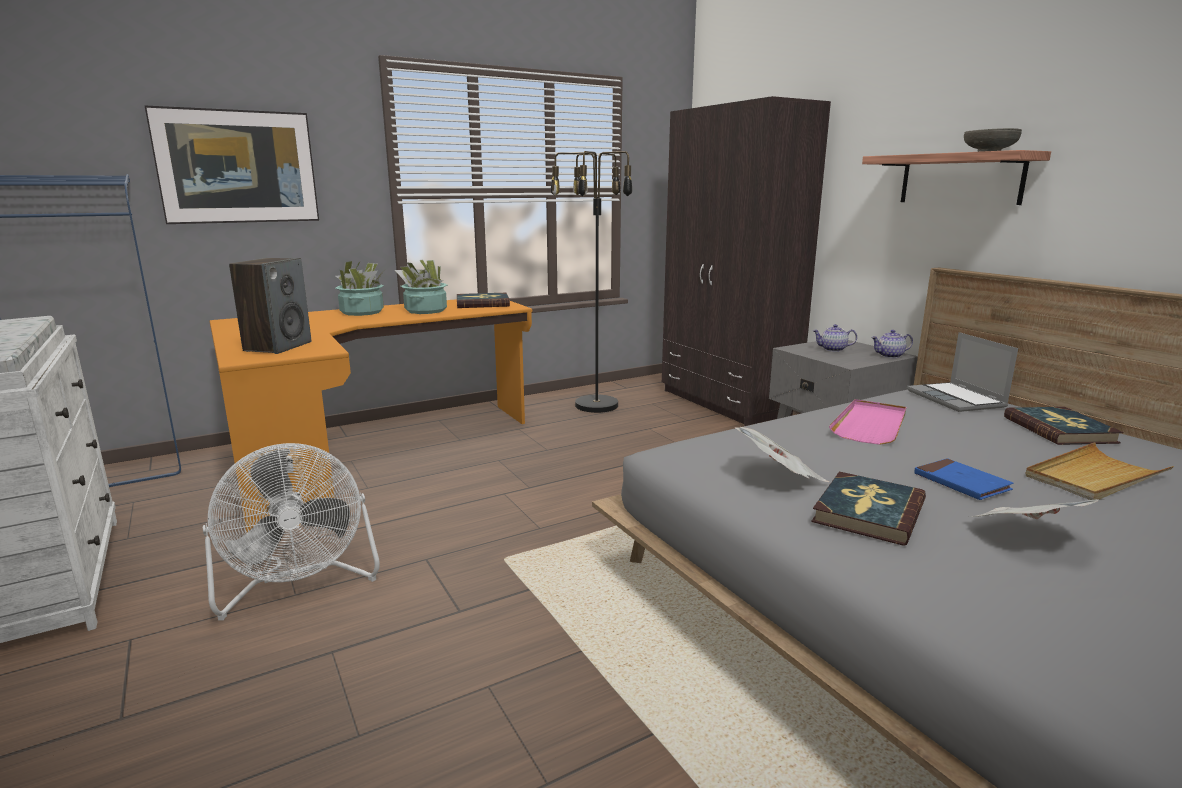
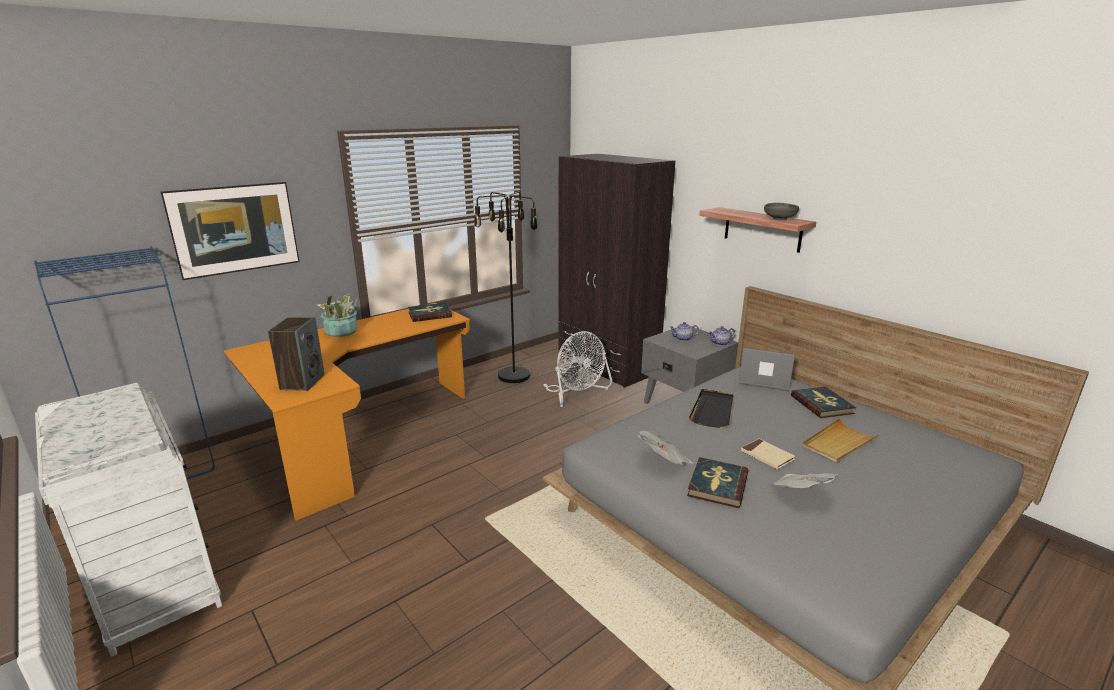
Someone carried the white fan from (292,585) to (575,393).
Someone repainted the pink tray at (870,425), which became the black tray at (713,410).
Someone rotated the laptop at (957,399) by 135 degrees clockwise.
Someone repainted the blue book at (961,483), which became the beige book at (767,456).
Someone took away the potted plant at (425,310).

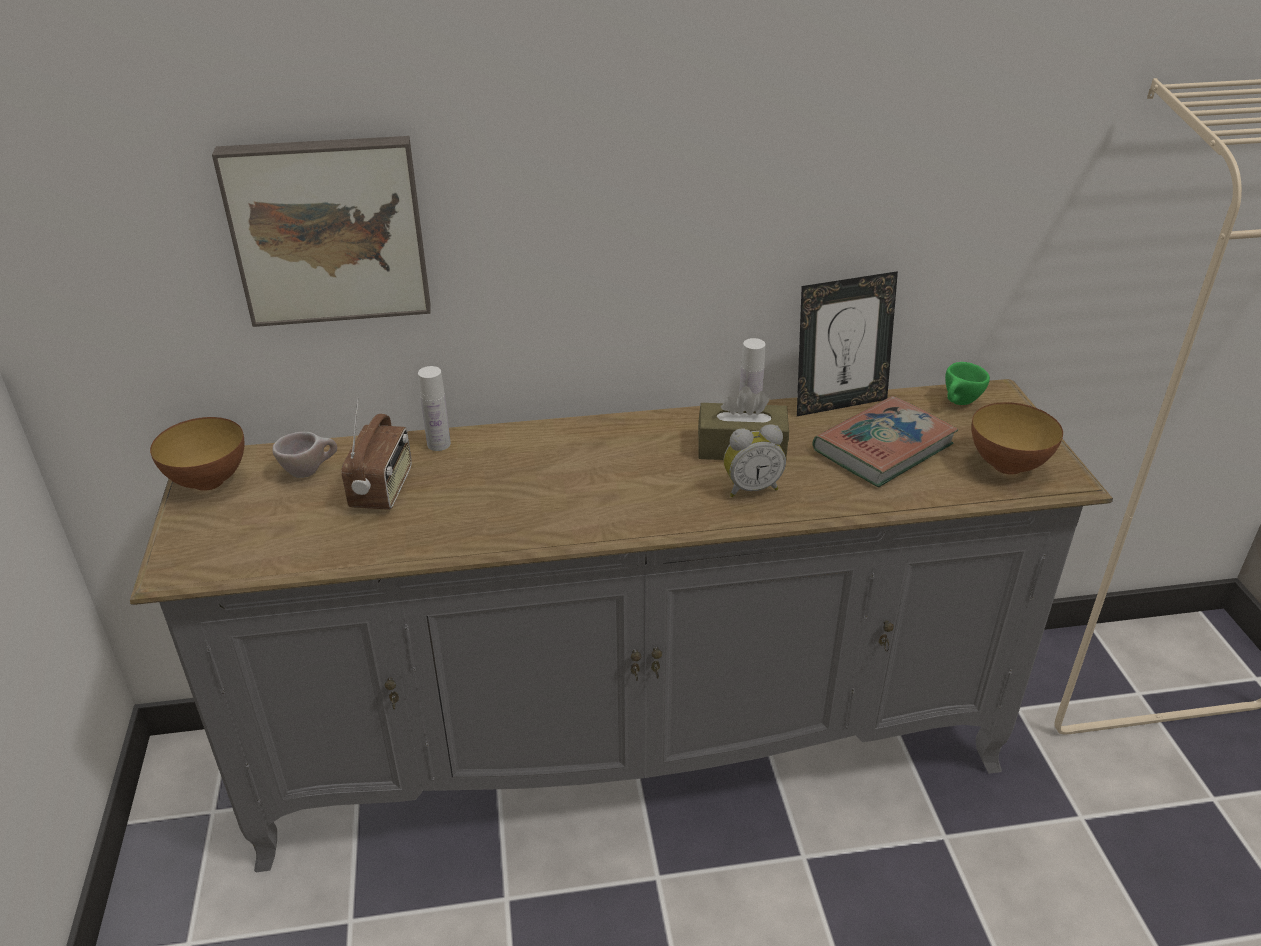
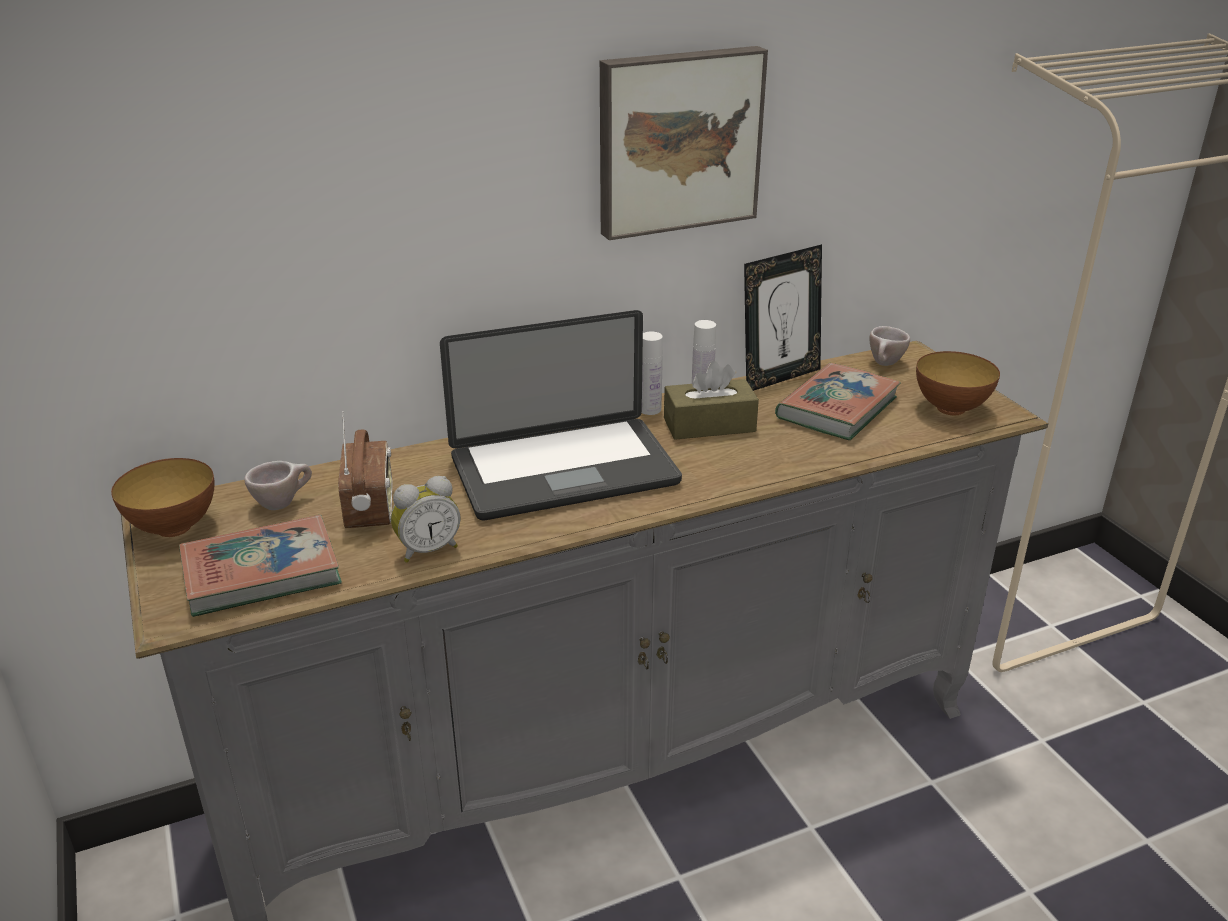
Someone put down the book at (261,573).
Someone carried the alarm clock from (751,488) to (427,549).
Someone put down the laptop at (564,471).
Someone carried the picture from (329,229) to (677,141).
Someone carried the white bottle from (439,444) to (650,409).
Someone repainted the green cup at (959,404), which became the beige cup at (885,365).

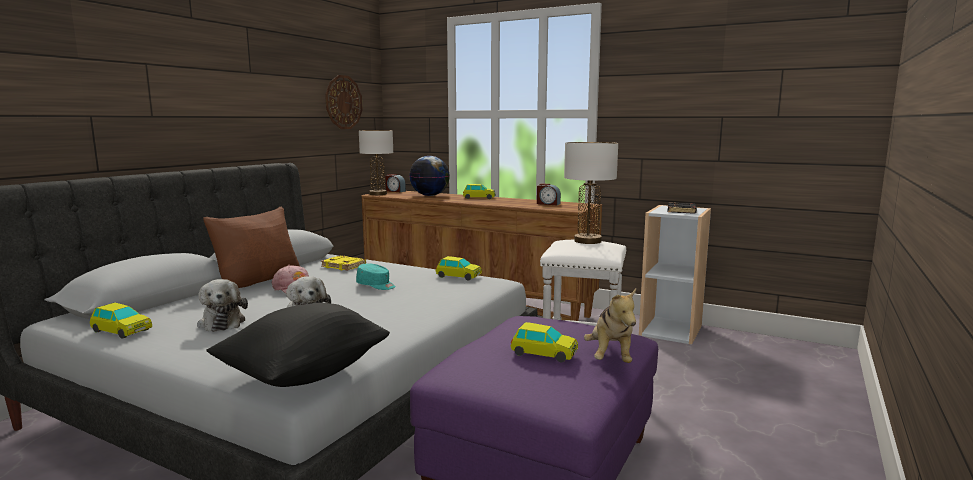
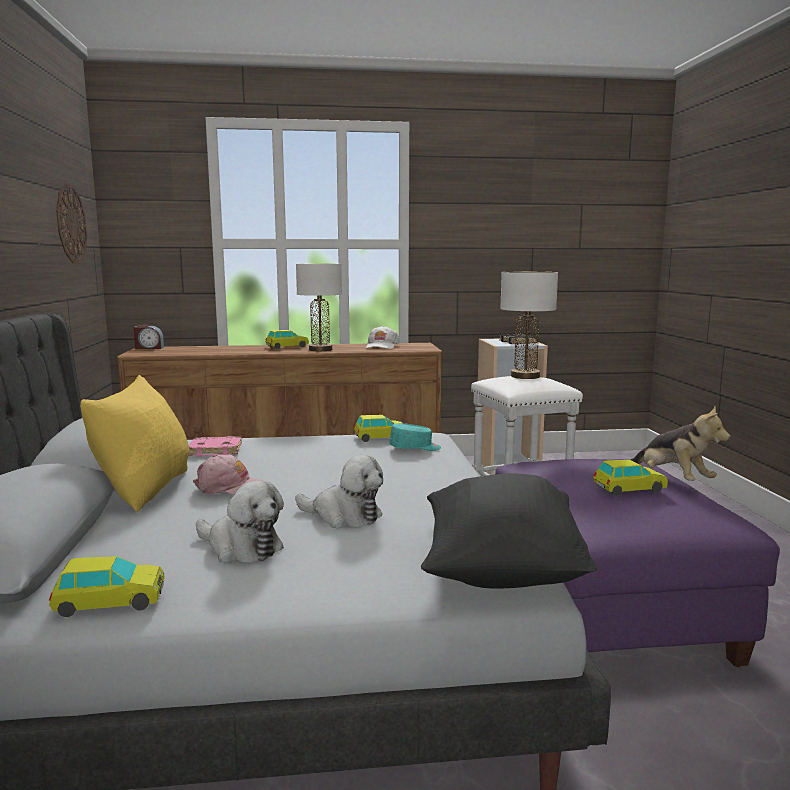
Someone repainted the brown pillow at (259,281), which became the yellow pillow at (145,490).
Someone repainted the yellow book at (344,266), which became the pink book at (216,450).
Someone carried the table lamp from (377,194) to (320,349).
Someone swapped the alarm clock at (548,204) for the white cap at (381,346).
Someone carried the turquoise cap from (376,285) to (415,448).
Someone took away the globe at (430,195).

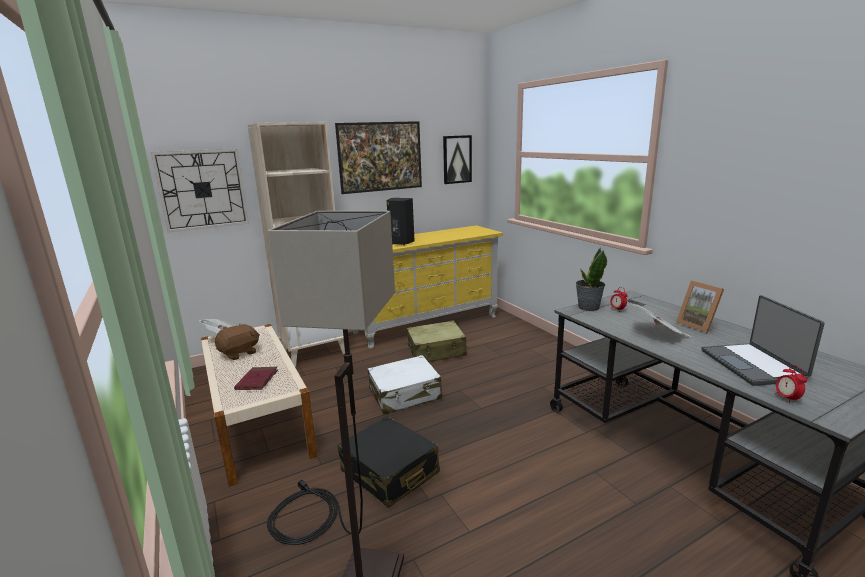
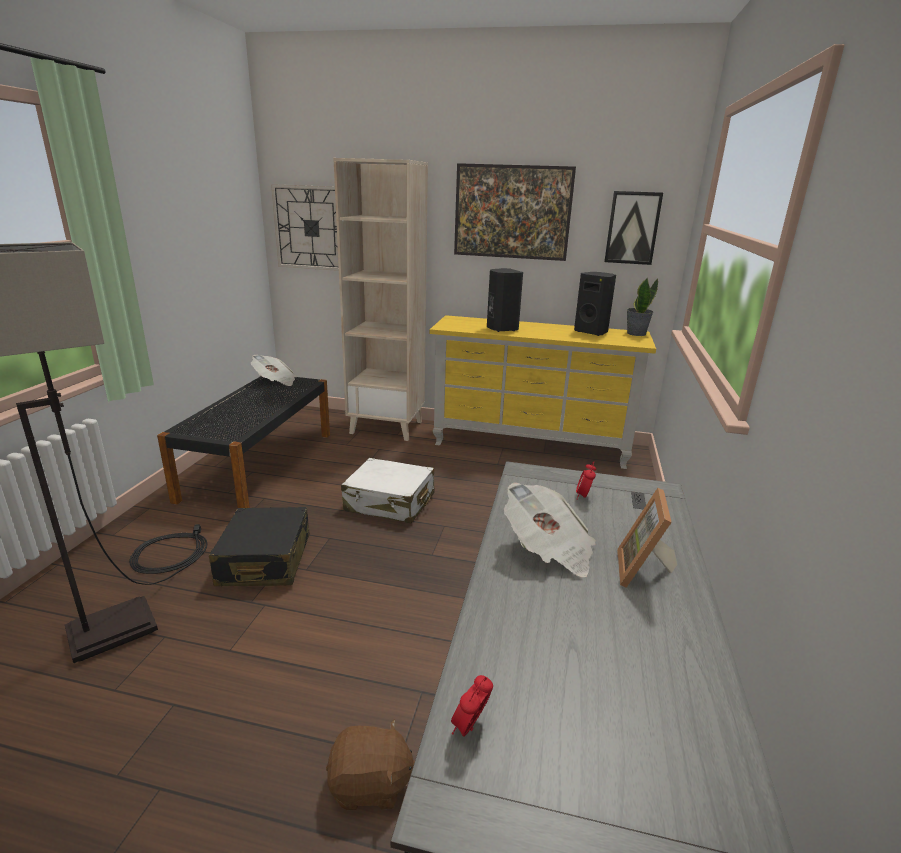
Someone repainted the beige bench at (257,420), which became the black bench at (259,465).
Someone carried the brown plush toy from (239,353) to (370,785).
Someone put down the black speaker at (592,332).
Someone carried the potted plant from (588,307) to (636,333).
Someone took away the red book at (257,380).
Someone took away the beige suitcase at (436,351).
Someone took away the laptop at (753,365).

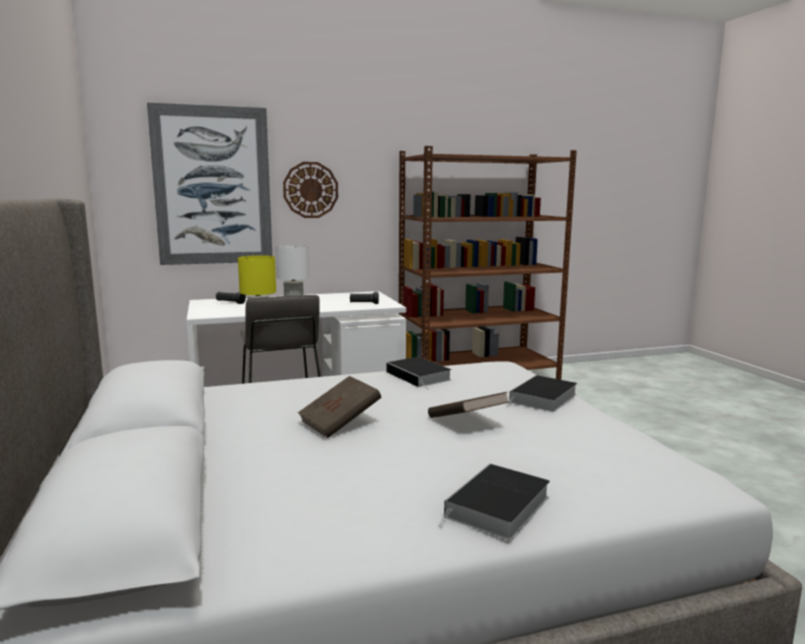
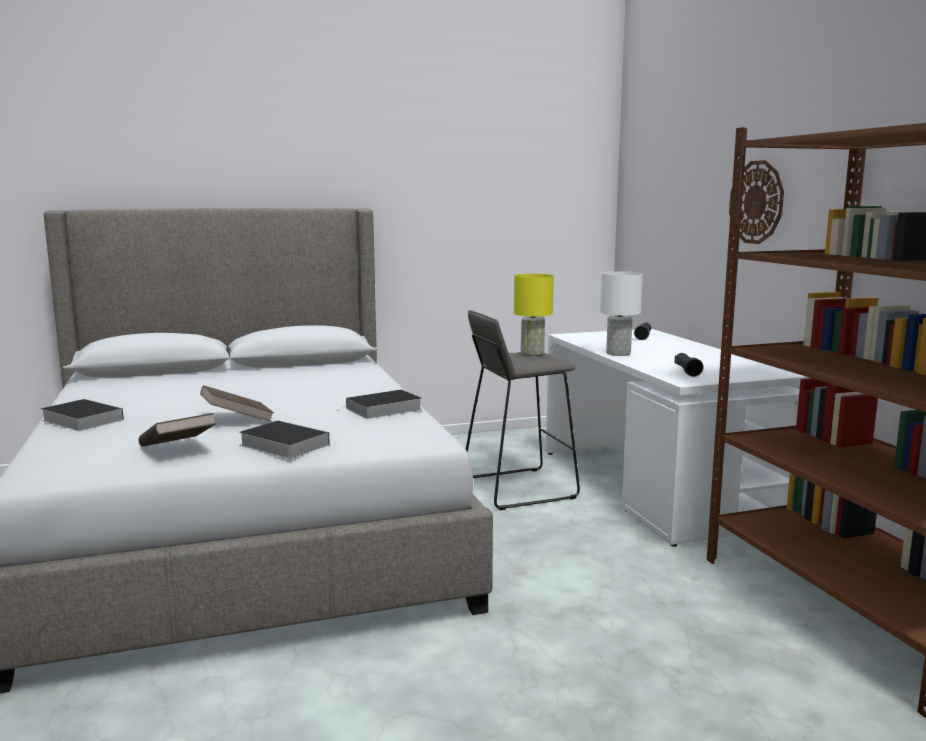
Someone carried the brown book from (340,423) to (177,449).
Someone took away the picture at (213,186).

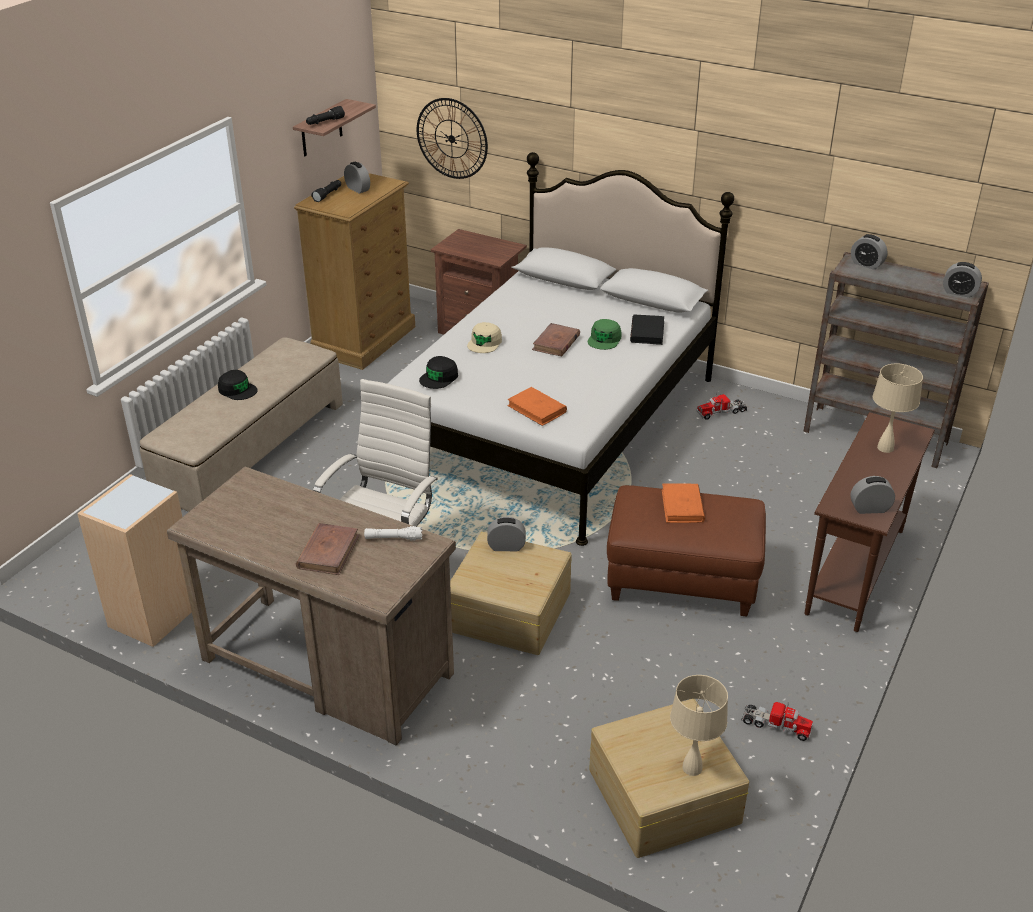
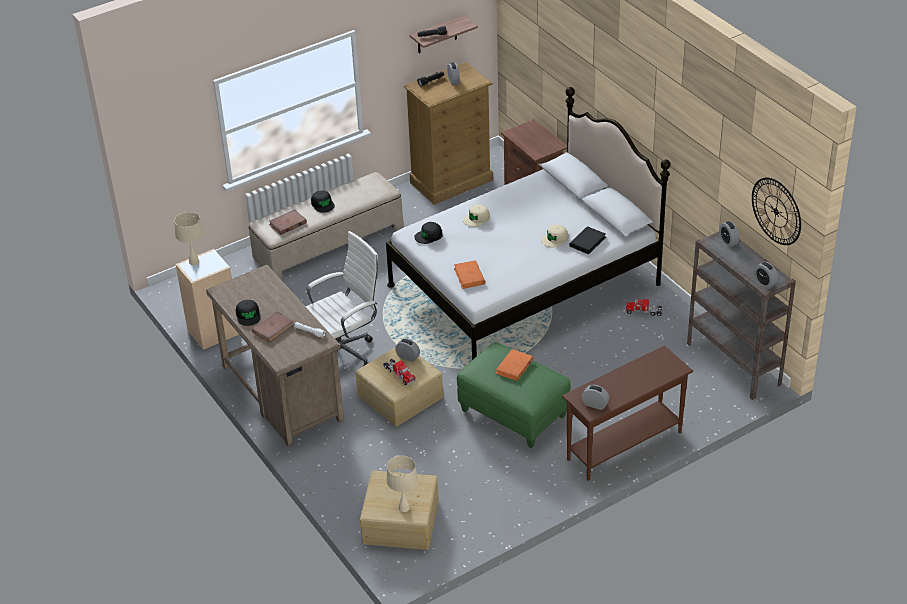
Someone carried the beige table lamp from (885,448) to (194,262).
Someone put down the black cap at (248,315).
Someone carried the brown book from (556,343) to (287,224).
Someone carried the toy truck from (776,725) to (399,374).
Someone repainted the brown ottoman at (683,580), which became the green ottoman at (514,414).
Someone repainted the green cap at (604,339), which became the beige cap at (555,239).
Someone carried the wall clock from (451,138) to (776,211).

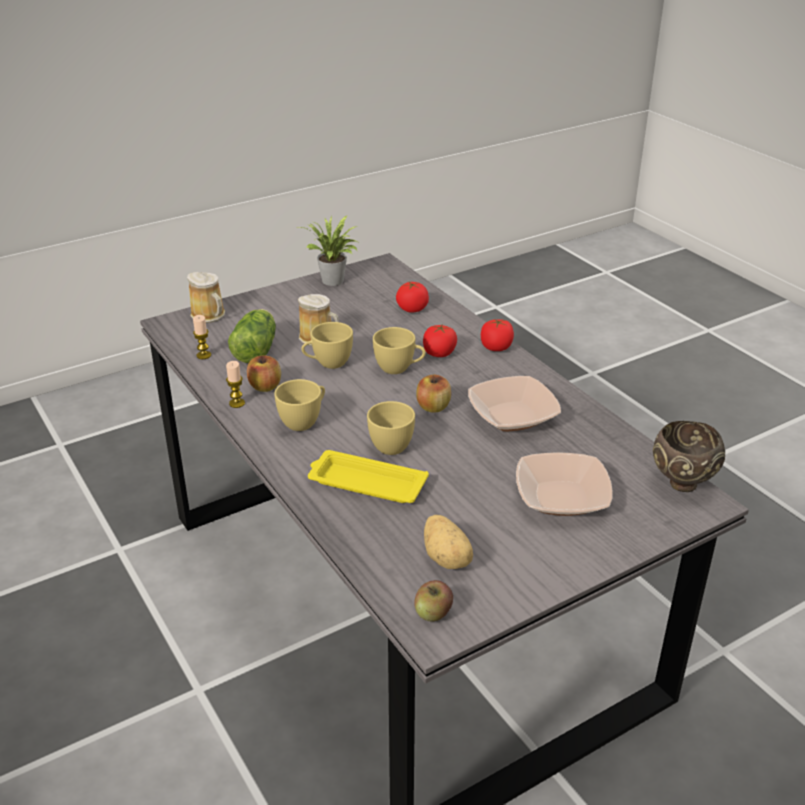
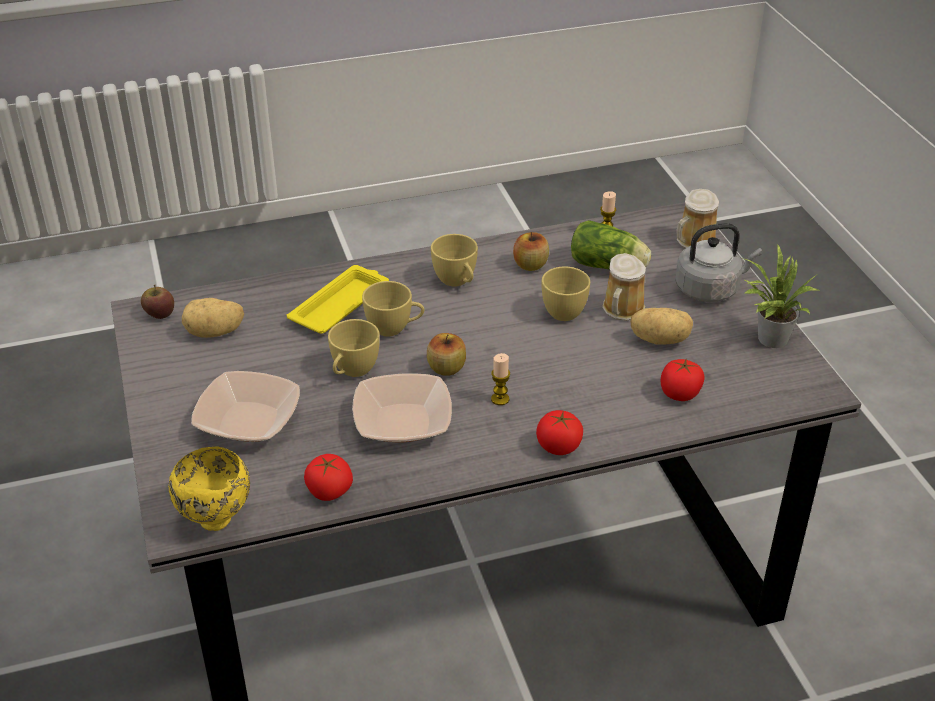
Someone repainted the brown bowl at (681,485), which became the yellow bowl at (216,518).
Someone carried the tomato from (439,353) to (329,491).
Someone carried the yellow cup from (399,369) to (352,371).
Someone carried the candle from (237,403) to (500,399).
Someone put down the potato at (660,339).
Someone put down the grey kettle at (710,289).

